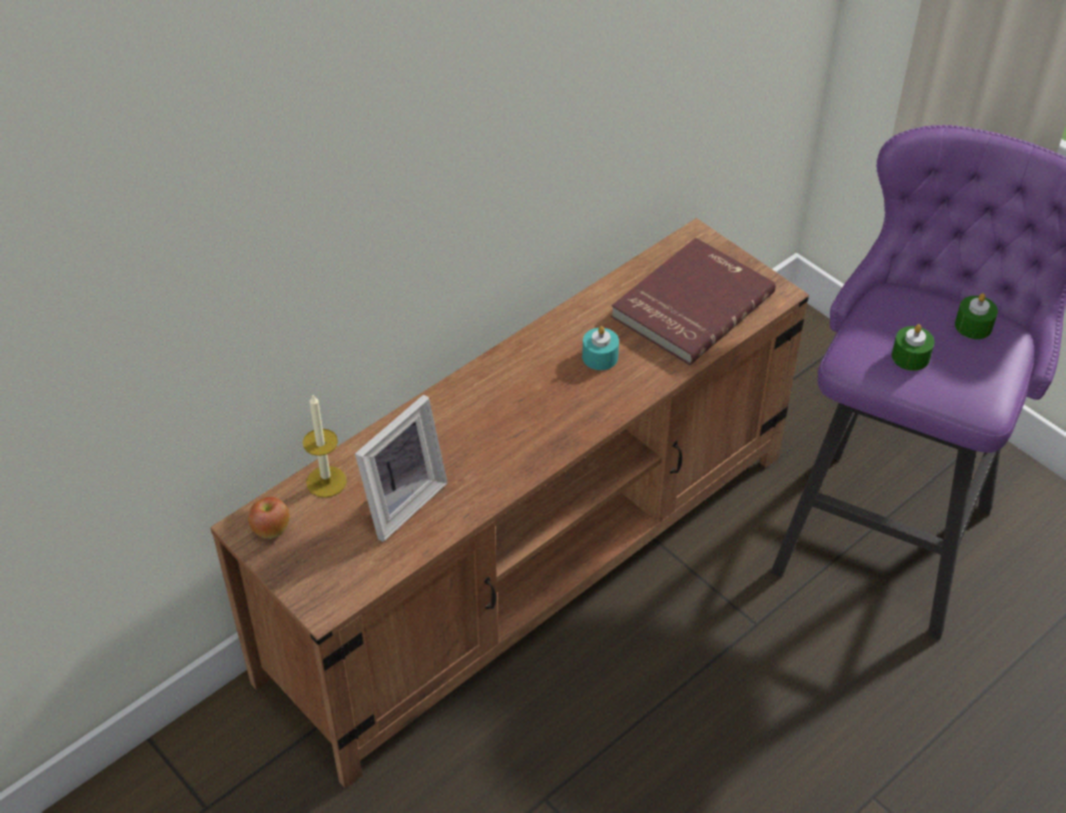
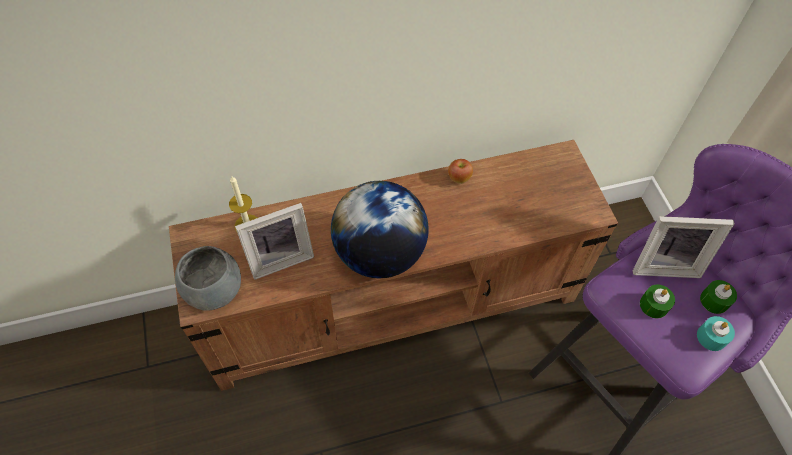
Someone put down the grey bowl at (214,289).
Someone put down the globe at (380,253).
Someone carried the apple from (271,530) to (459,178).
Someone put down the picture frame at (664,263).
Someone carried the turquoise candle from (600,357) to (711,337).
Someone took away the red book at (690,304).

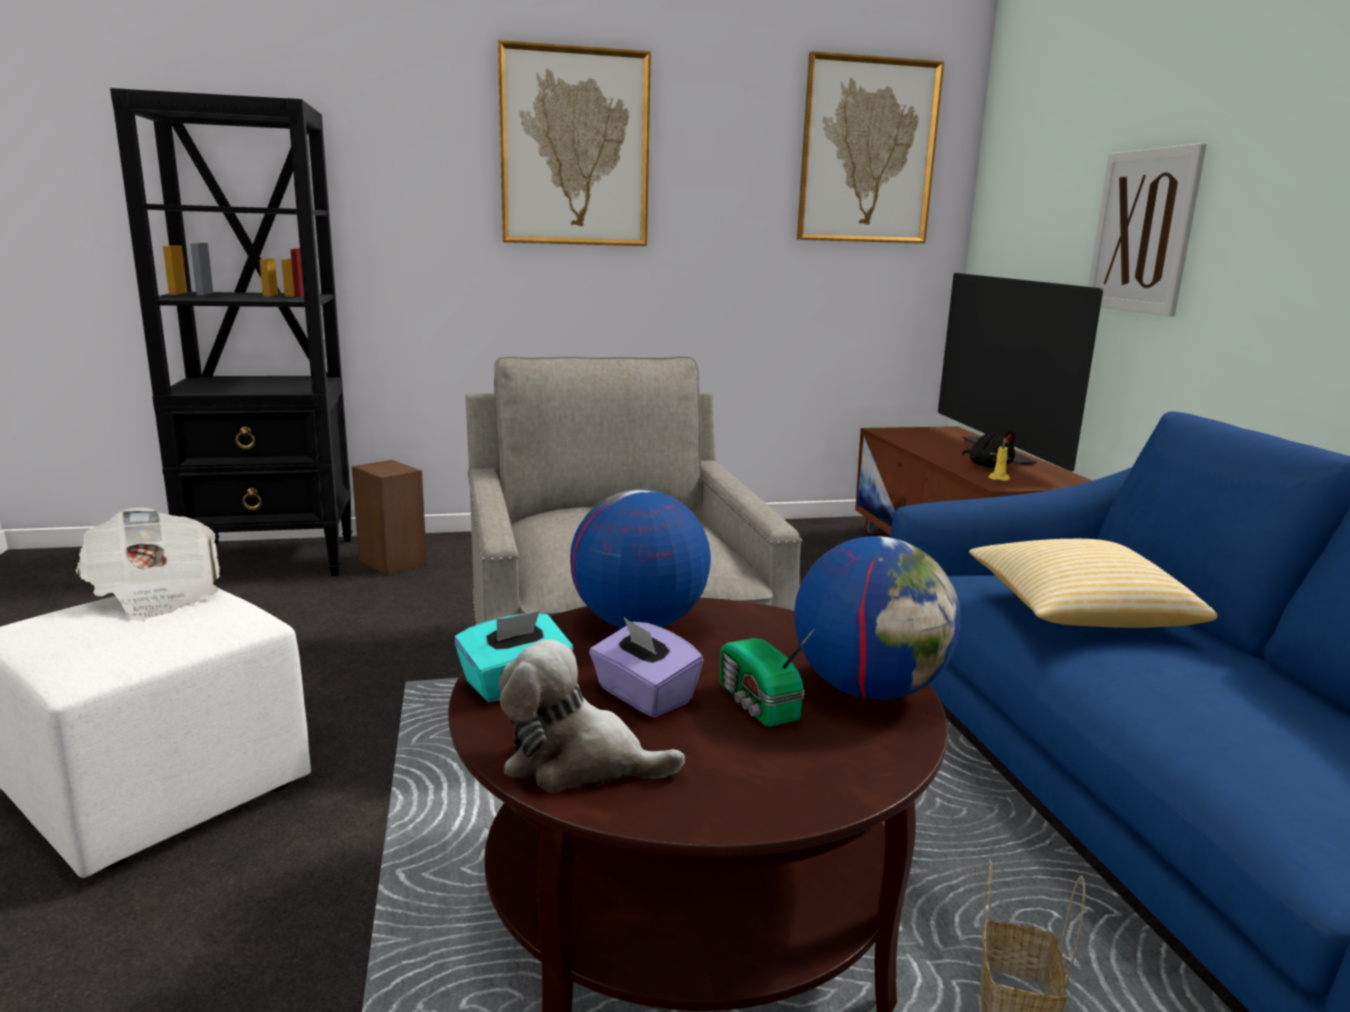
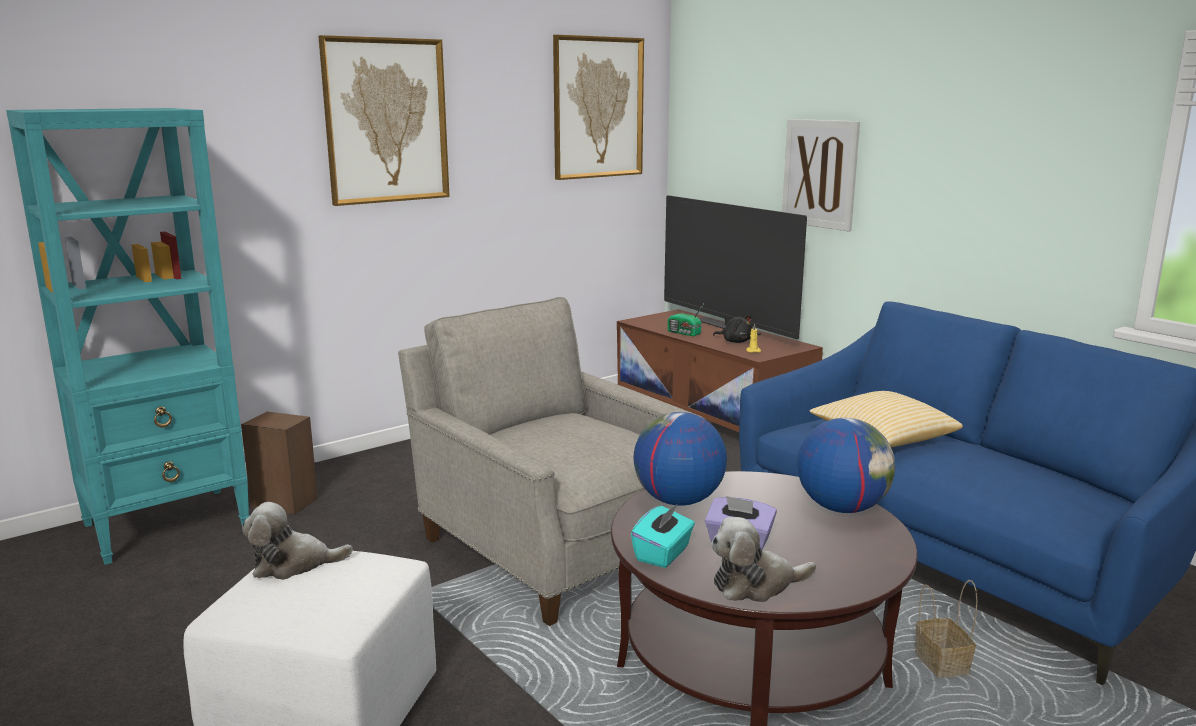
Someone repainted the black bookcase at (274,560), which became the turquoise bookcase at (168,524).
Someone swapped the newspaper at (156,596) for the plush toy at (293,564).
Someone carried the radio from (757,704) to (684,333).

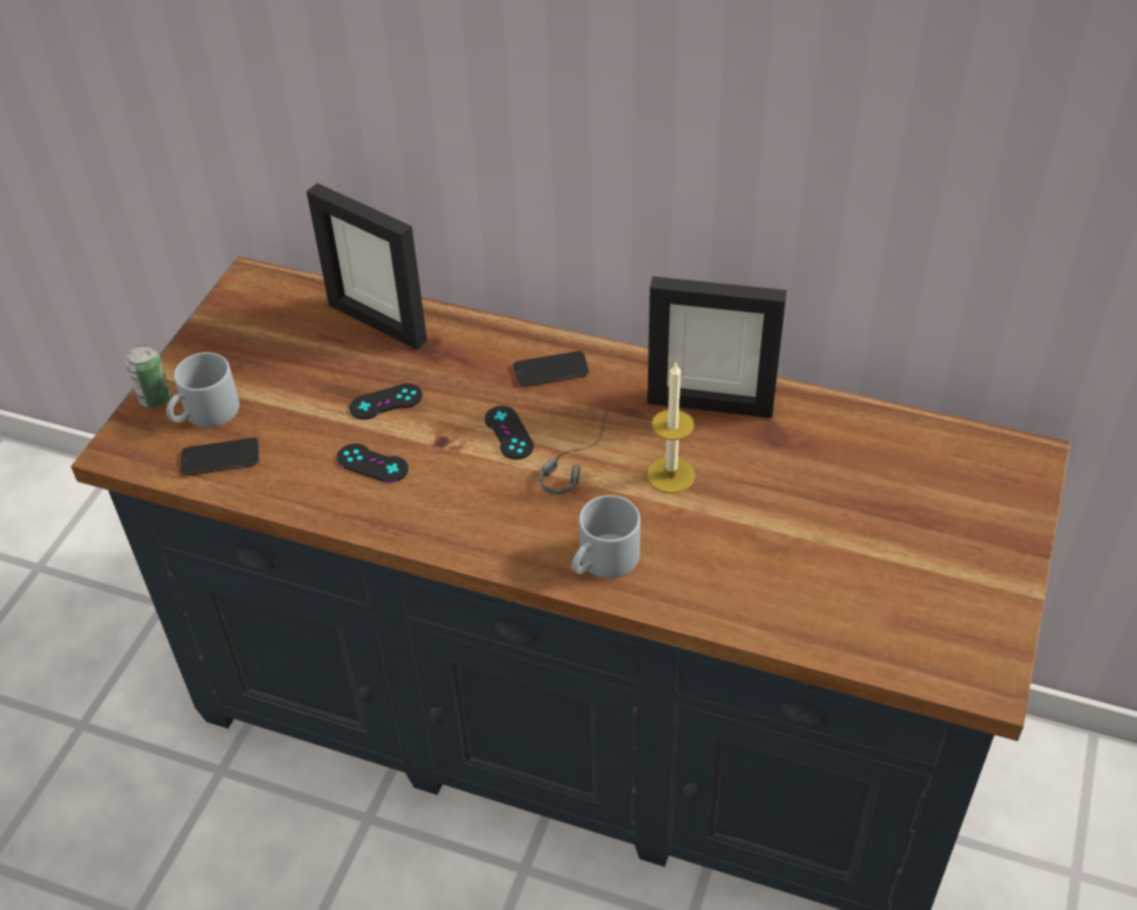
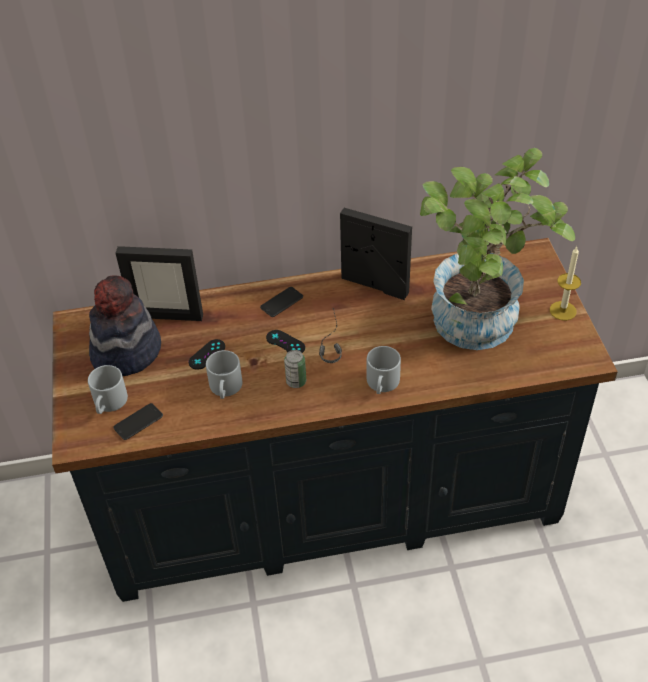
Someone put down the hat at (125,352).
Someone swapped the black game controller at (372,463) for the grey mug at (226,388).
Someone carried the can from (155,398) to (296,381).
Someone rotated the picture frame at (710,403) by 135 degrees counterclockwise.
Someone put down the potted plant at (477,330).
Someone carried the candle from (671,475) to (563,311).

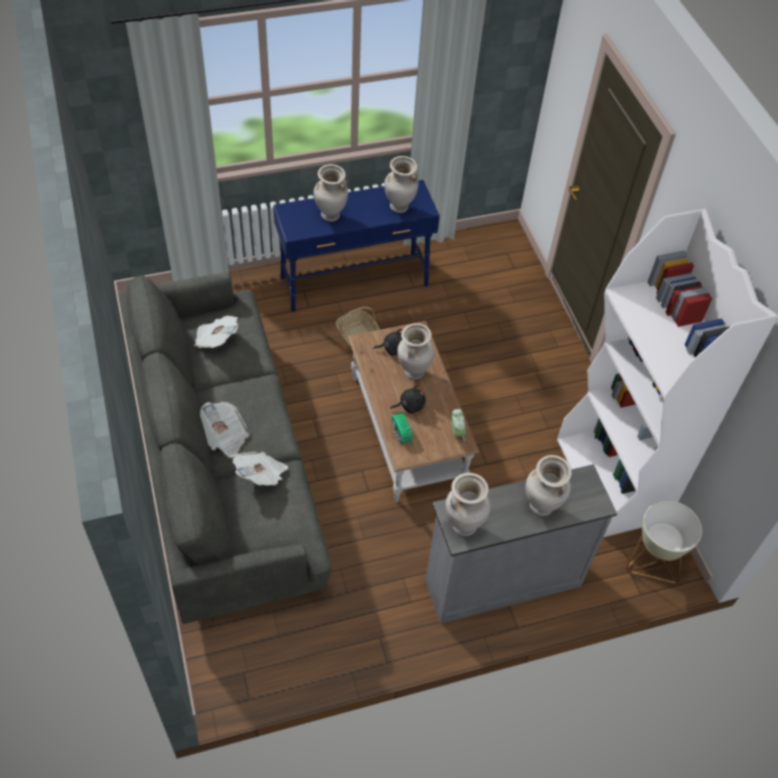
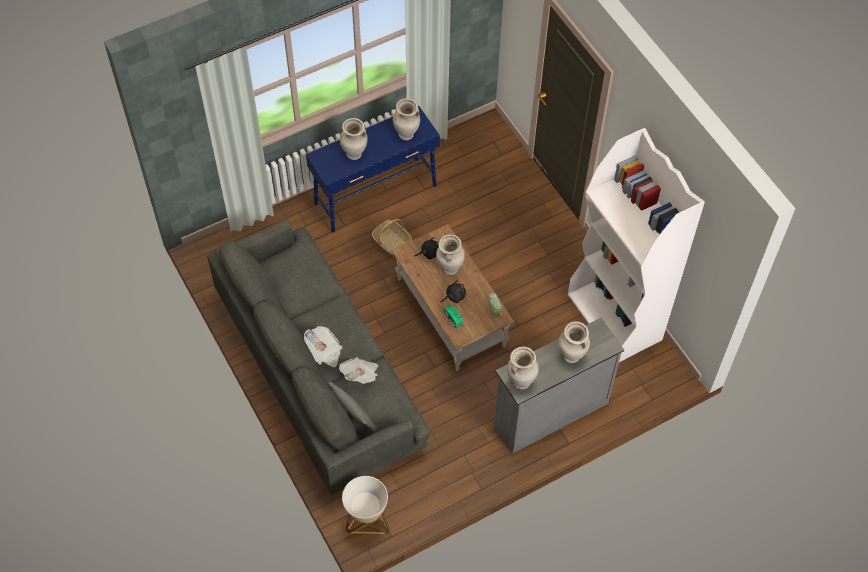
Someone put down the grey pillow at (353,414).
Someone carried the planter from (651,563) to (367,521).
Someone took away the newspaper at (216,339).

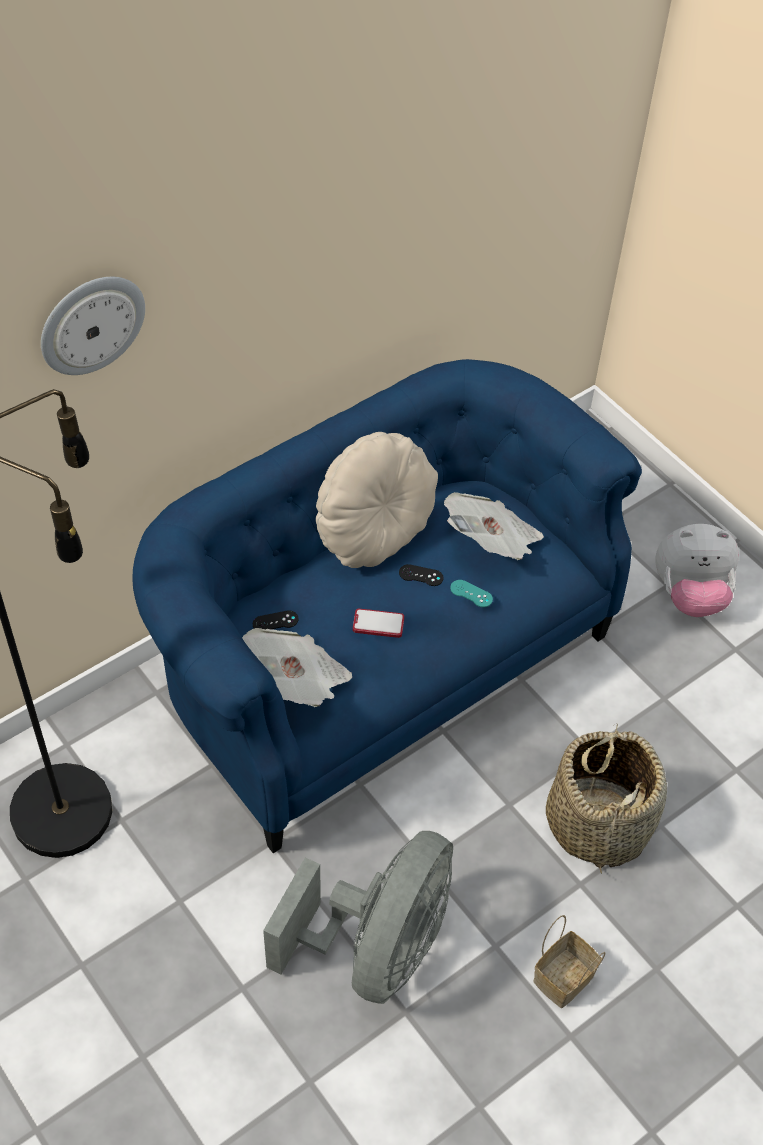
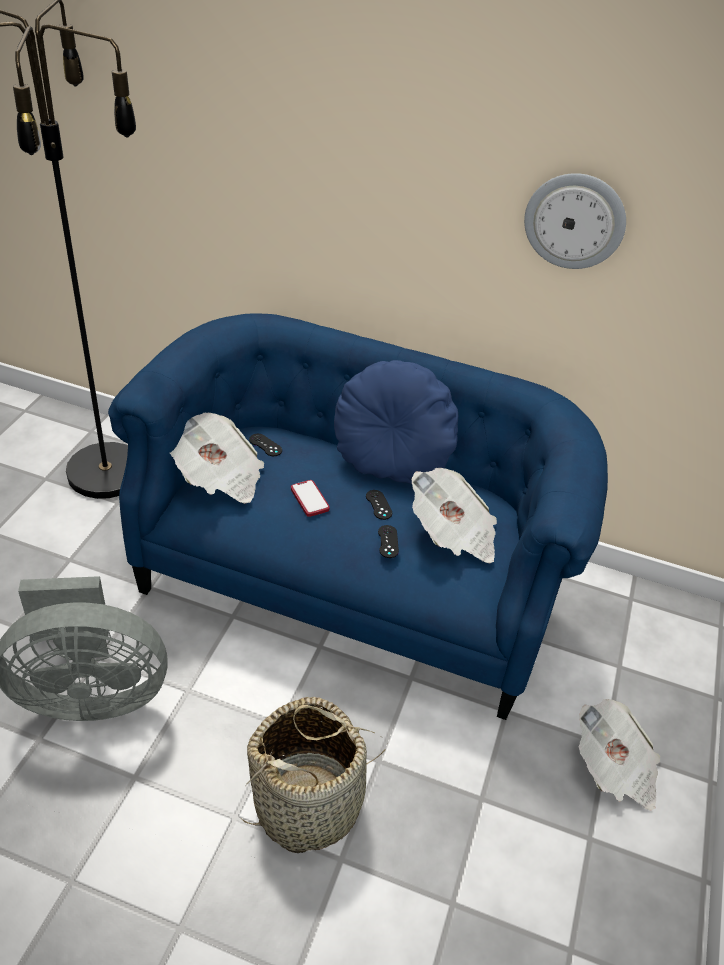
Someone repainted the beige pillow at (375,538), which became the blue pillow at (390,466).
Someone repainted the turquoise game controller at (471,593), which became the black game controller at (388,541).
Someone carried the wall clock from (91,324) to (574,221).
Someone swapped the plush toy at (689,594) for the newspaper at (614,769).
Someone took away the basket at (563,980).

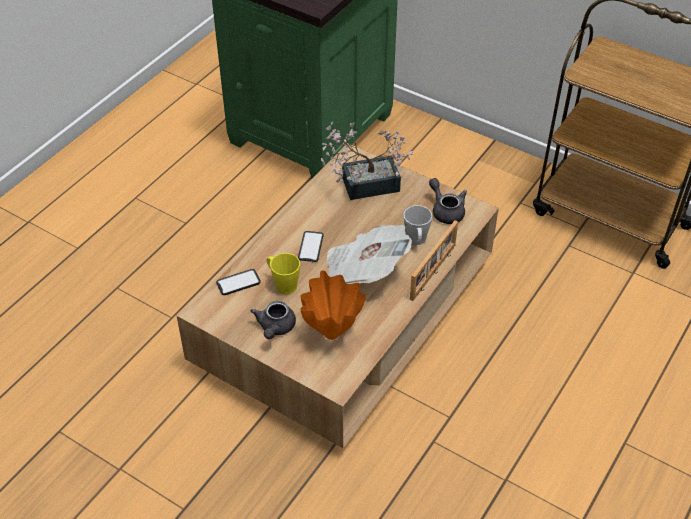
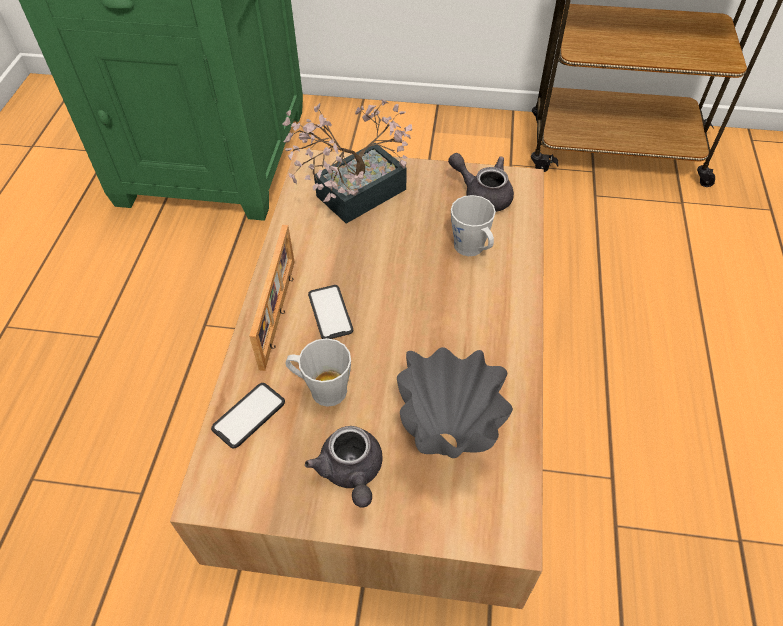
Someone carried the picture frame from (434,272) to (280,313).
Someone repainted the yellow mug at (283,284), which became the grey mug at (321,389).
Someone repainted the orange vase at (332,335), which became the grey vase at (446,446).
Someone took away the newspaper at (364,270).

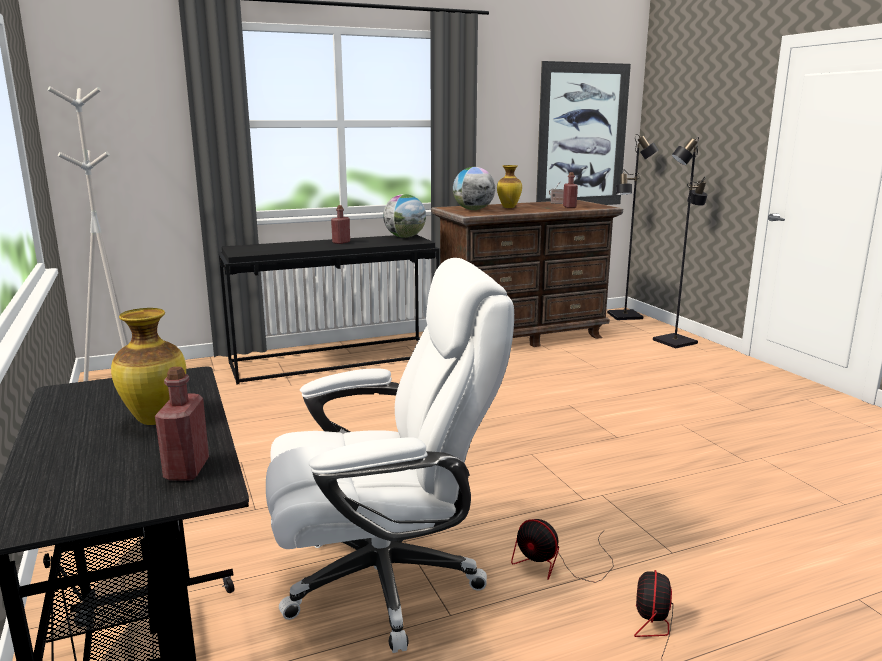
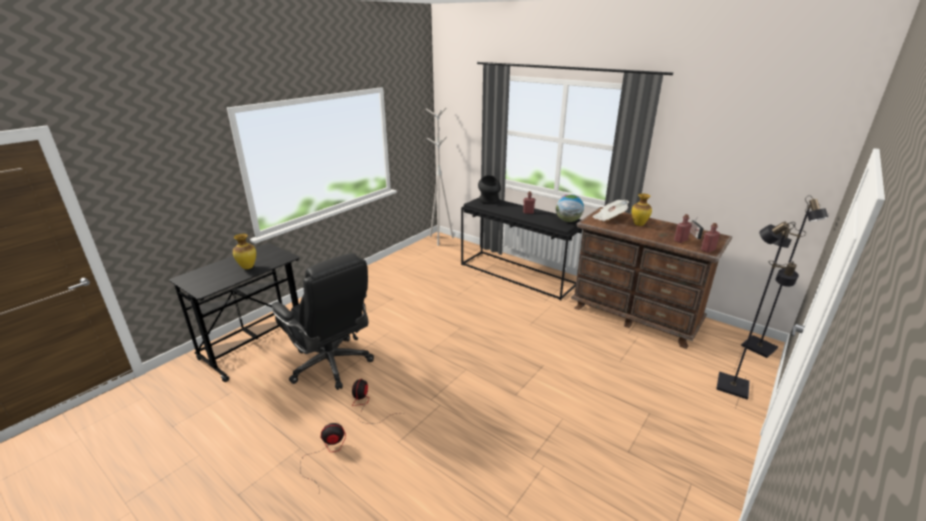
Someone repainted the white office chair at (383,581), which became the black office chair at (331,364).
Someone put down the black vase at (489,202).
Someone swapped the globe at (473,210) for the newspaper at (609,218).
Someone carried the red bottle from (187,470) to (707,250).
Someone took away the picture at (582,136).

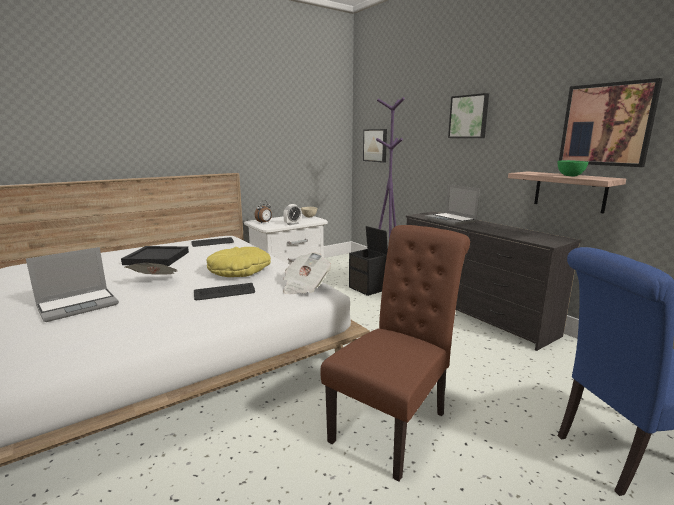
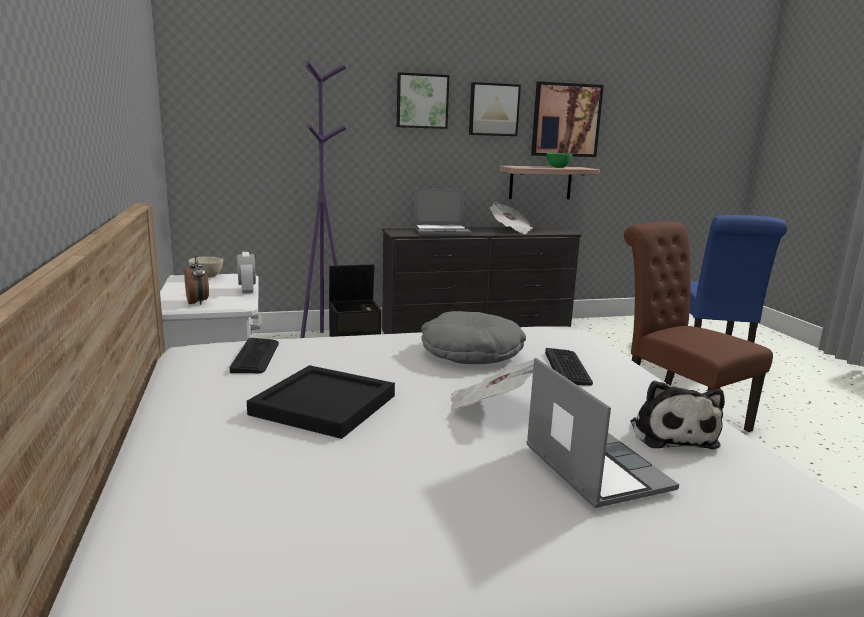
Someone repainted the yellow pillow at (238,271), which became the grey pillow at (469,353).
Someone carried the picture from (375,145) to (493,109).
Someone carried the newspaper from (304,286) to (510,230).
Someone put down the plush toy at (671,433).

